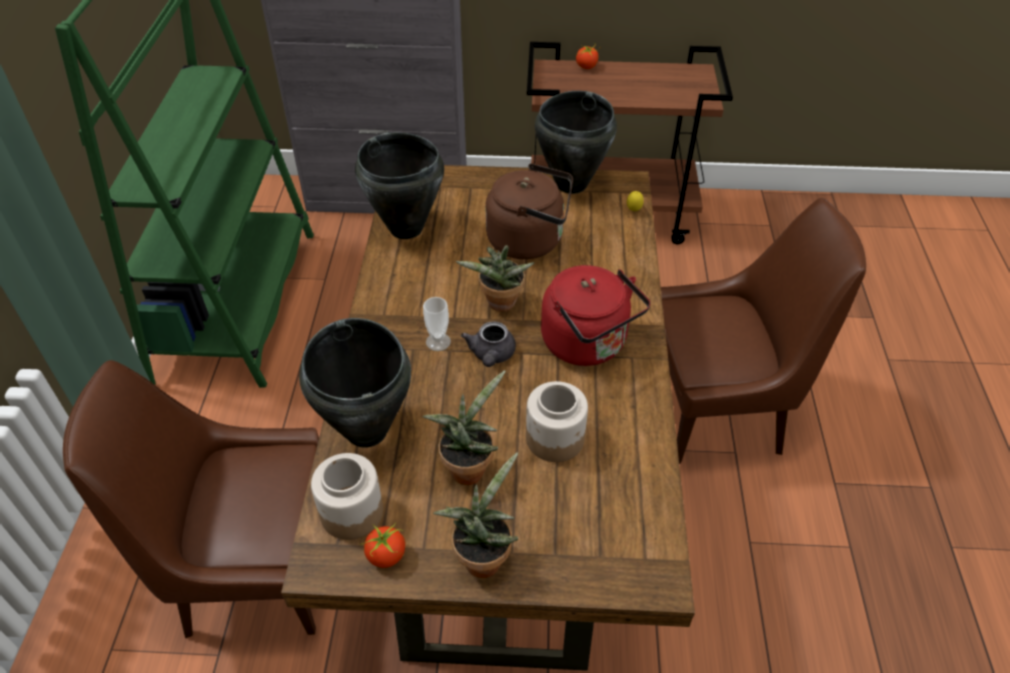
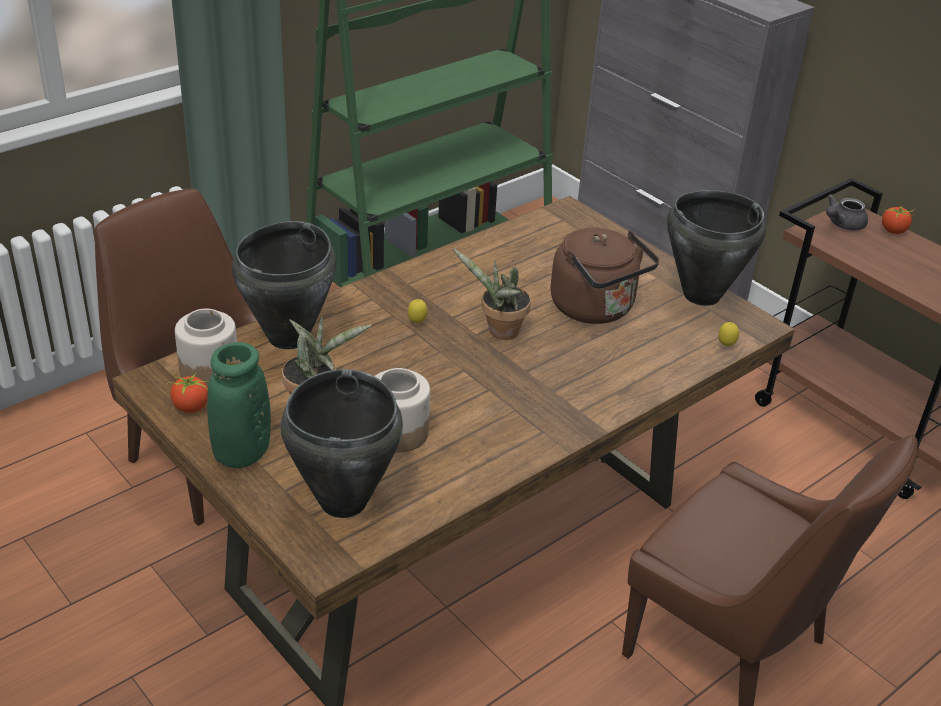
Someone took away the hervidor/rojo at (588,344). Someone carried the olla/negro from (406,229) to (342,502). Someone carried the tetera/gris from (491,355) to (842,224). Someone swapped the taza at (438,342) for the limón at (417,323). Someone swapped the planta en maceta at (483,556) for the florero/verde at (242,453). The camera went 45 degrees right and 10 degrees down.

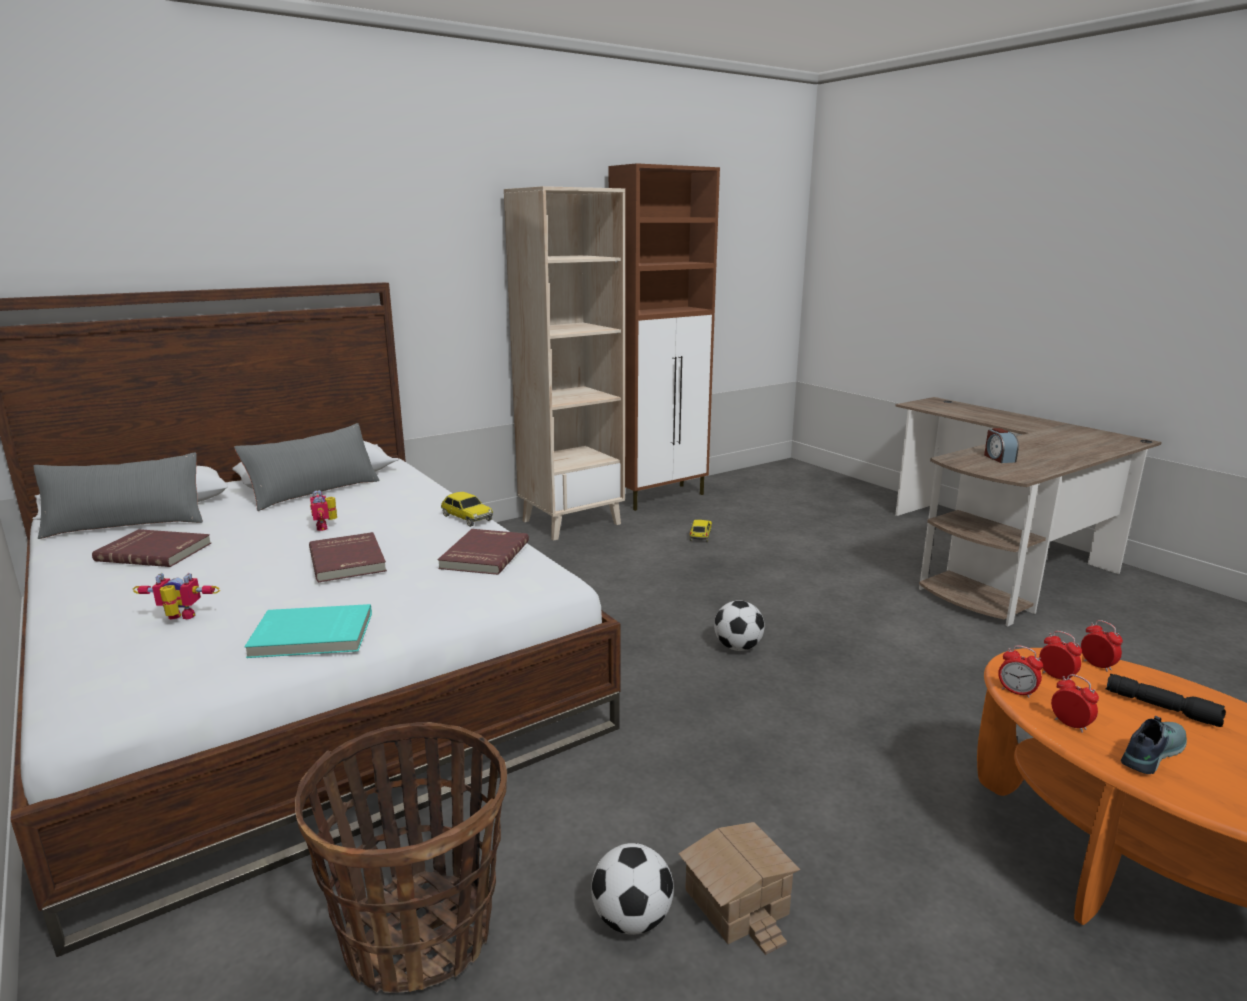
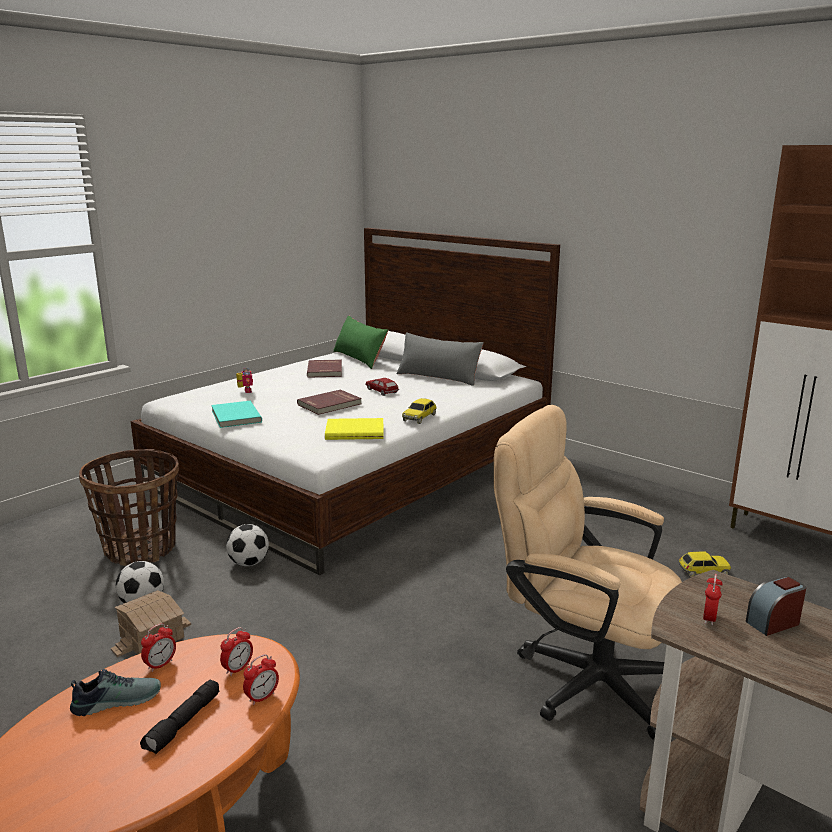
Someone took away the estantería/beis at (571,522). Someone put down the silla de oficina/beis at (582,676). Someone carried the balón de fútbol from (738,647) to (249,563). Someone carried the despertador from (1016,692) to (709,618). Someone swapped the robot de juguete at (326,526) for the coche de juguete at (381,391). Someone repainted the cojín/gris at (126,524), which became the cojín/verde at (359,358). Someone repainted the libro/rojo at (483,555), which became the libro/amarillo at (355,431). Someone rotated the zapato at (1149,752) by 60 degrees counterclockwise. The camera went 75 degrees right and 0 degrees up.

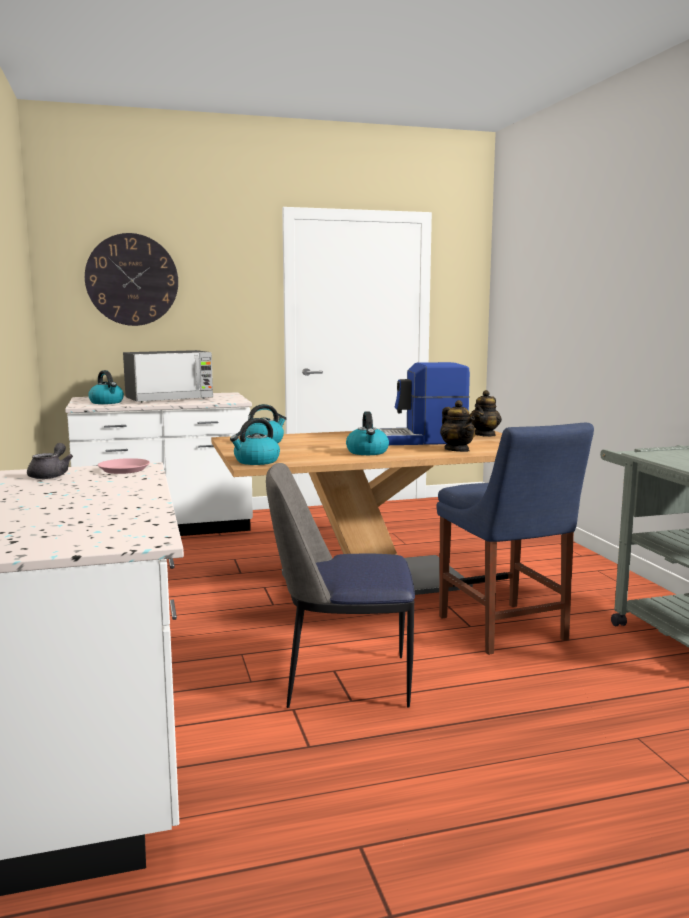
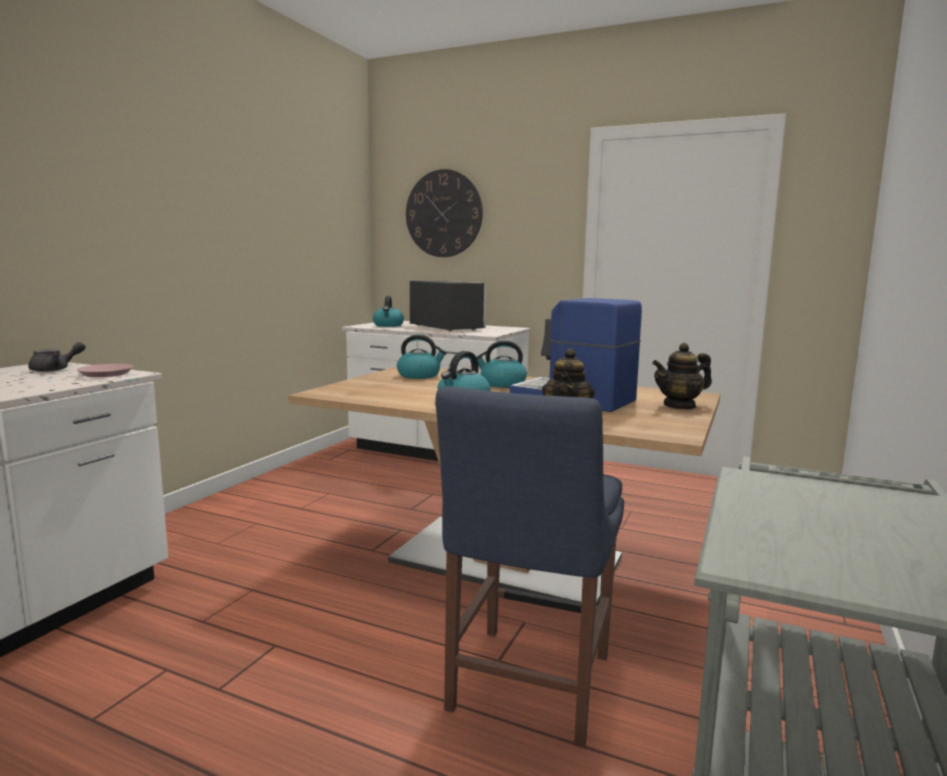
Someone took away the silla at (342,680). Someone carried the hervidor from (256,461) to (502,384). Someone rotated the microondas at (170,399) by 135 degrees counterclockwise. The camera went 40 degrees right and 0 degrees up.

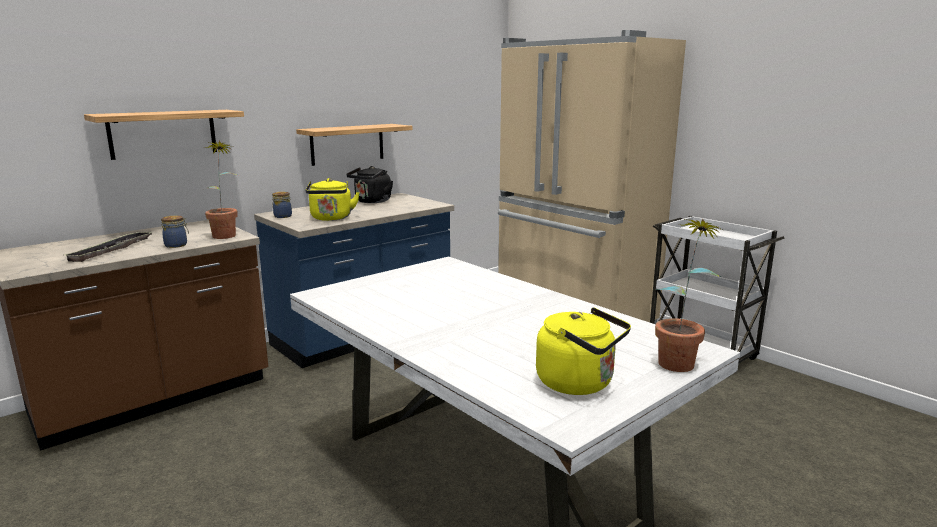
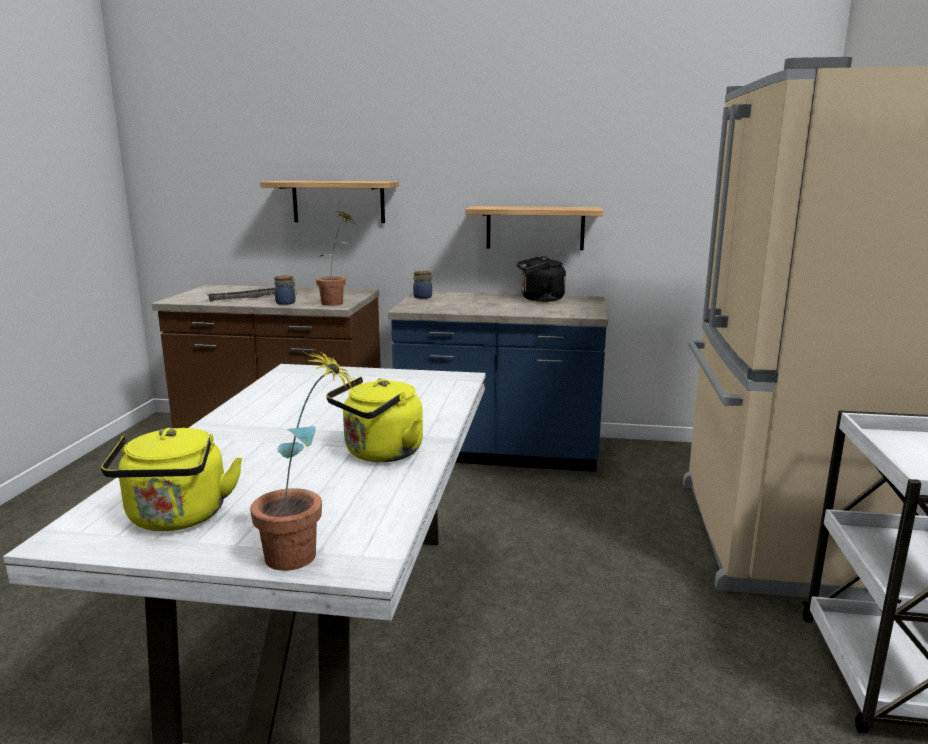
Someone carried the hervidor/amarillo from (331,218) to (380,454). The camera went 50 degrees right and 0 degrees up.

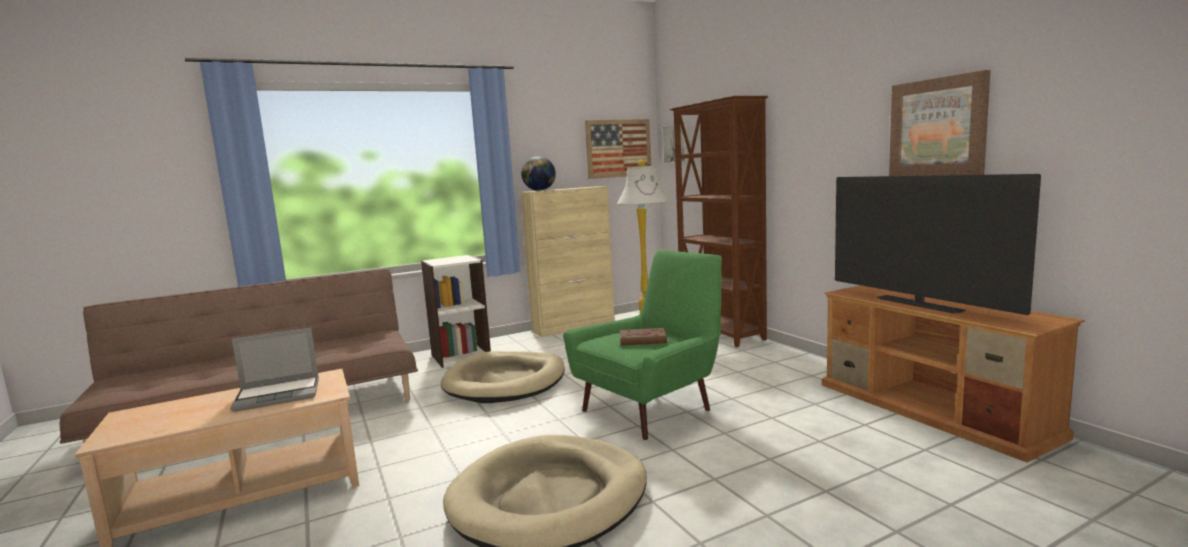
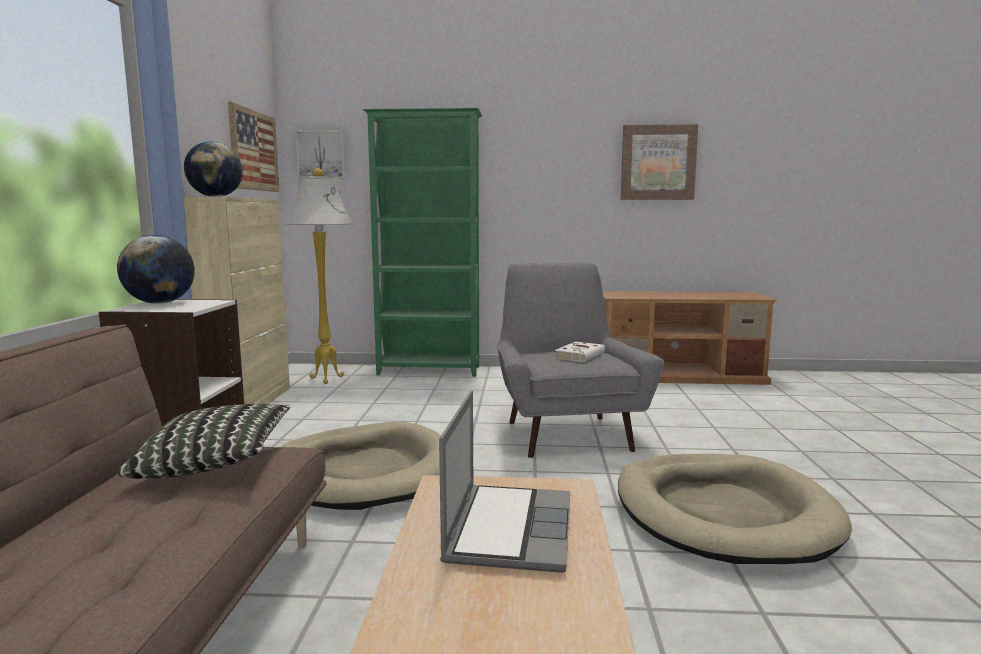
Someone took away the televisor at (918,304). Someone put down the globo terráqueo at (160,303). Someone put down the cojín at (215,464). Someone repainted the sillón/verde at (652,407), which became the sillón/gris at (566,432). Someone repainted the libro/marrón at (644,340), which became the libro/blanco at (580,355). Someone repainted the estantería/marrón at (721,333), which became the estantería/verde at (429,371). The camera went 60 degrees left and 0 degrees up.

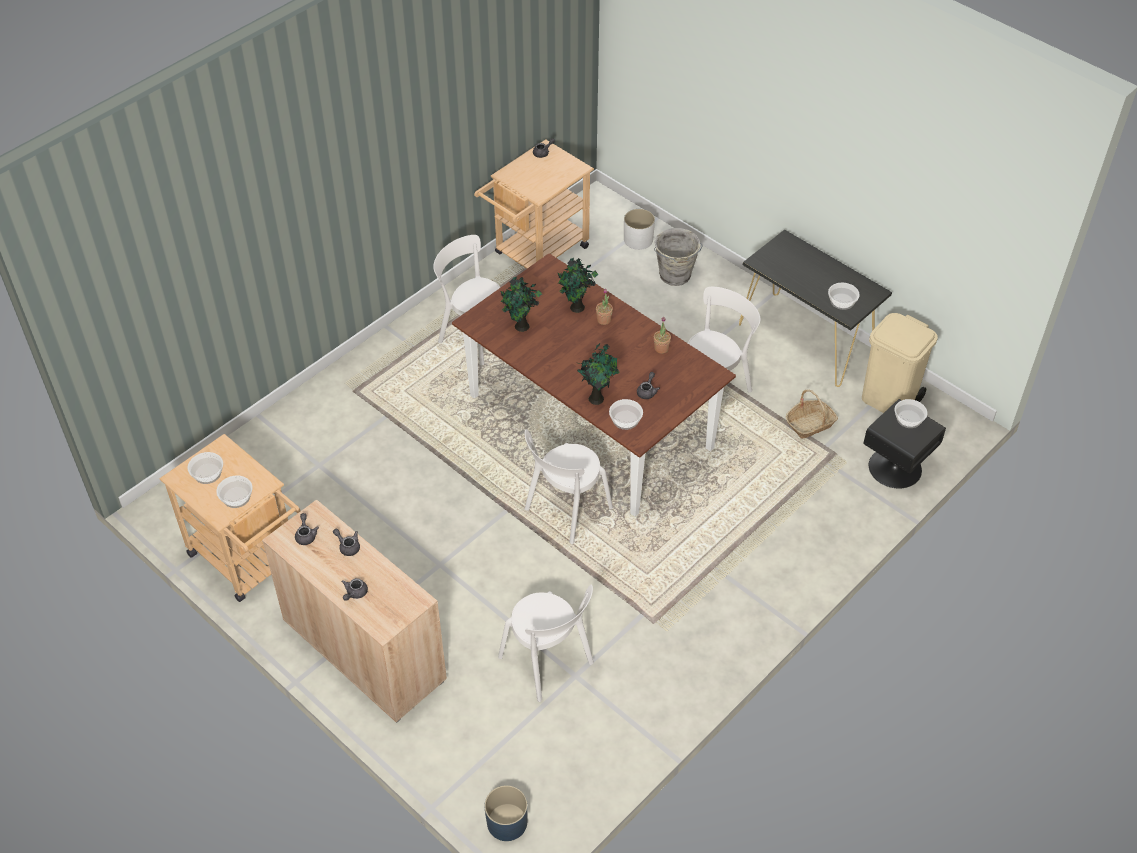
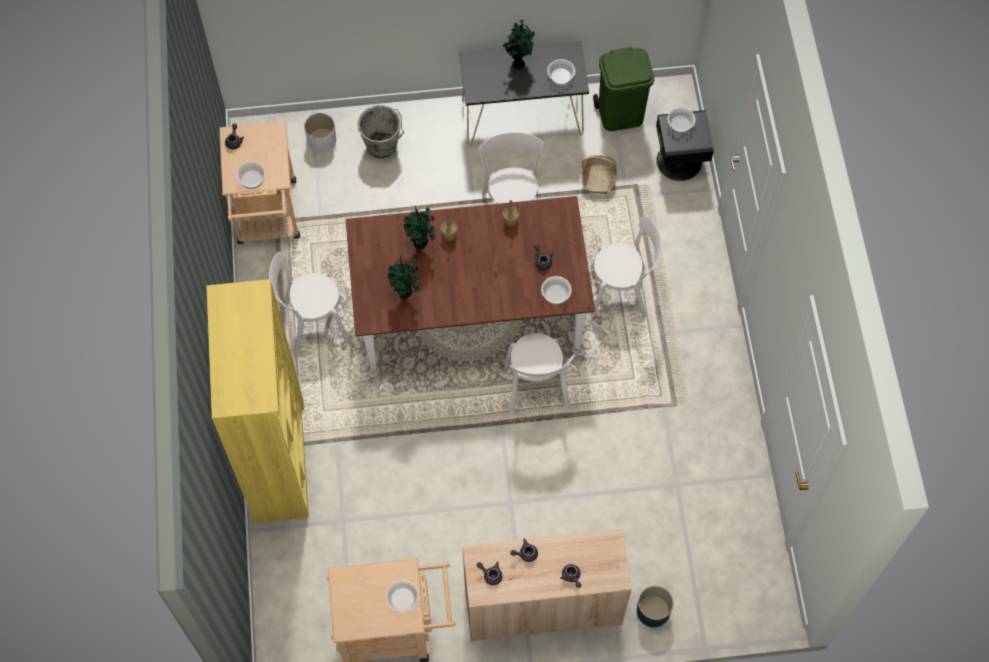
Someone put down the estantería/amarillo at (279,460). Someone carried the cuenco from (207,473) to (252,179). Someone carried the maceta/azul from (507,822) to (653,611). Someone carried the silla/blanco from (548,663) to (622,291). Someone carried the planta en maceta from (597,398) to (518,63). Someone repainted the papelera/beis at (889,399), which became the papelera/verde at (621,114). The camera went 50 degrees left and 15 degrees up.

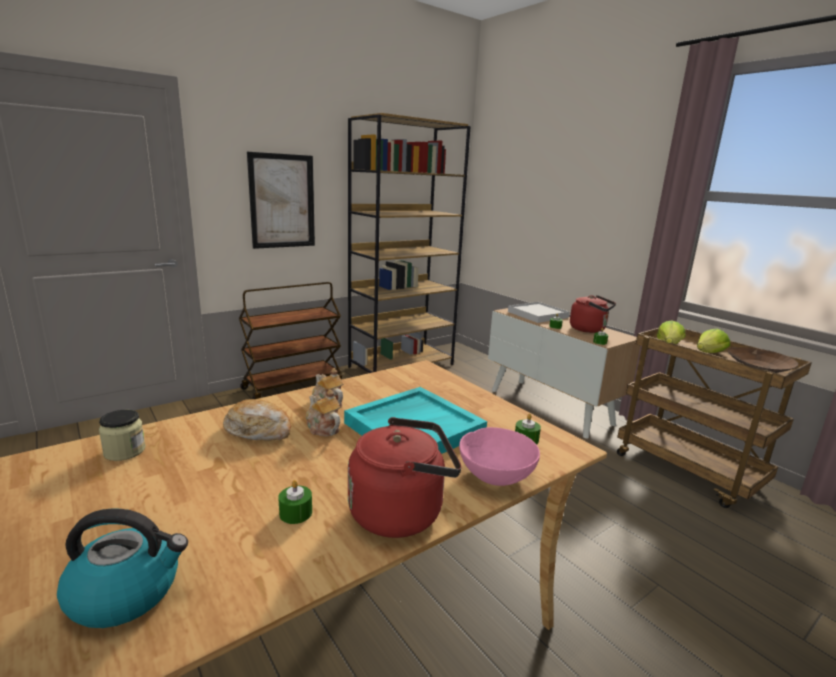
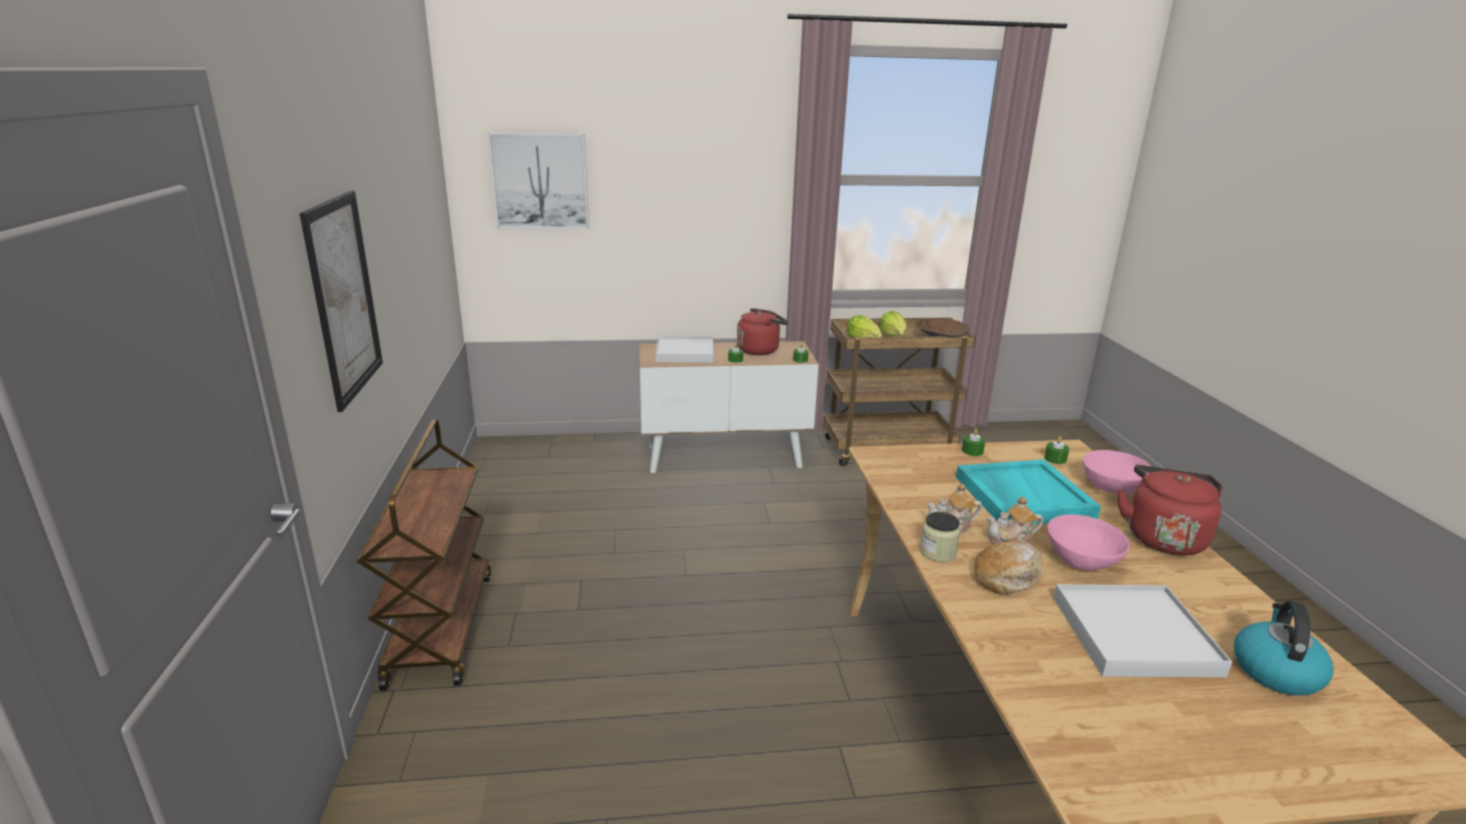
Someone took away the estantería/marrón at (402,365). Someone put up the cuadro at (540,181). Someone put down the cuenco/rosa at (1081,561). Someone put down the bandeja/blanco at (1133,635). Someone carried the tarro from (125,451) to (937,552). Someone carried the vela/verde from (296,513) to (972,451). The camera went 60 degrees left and 5 degrees up.

